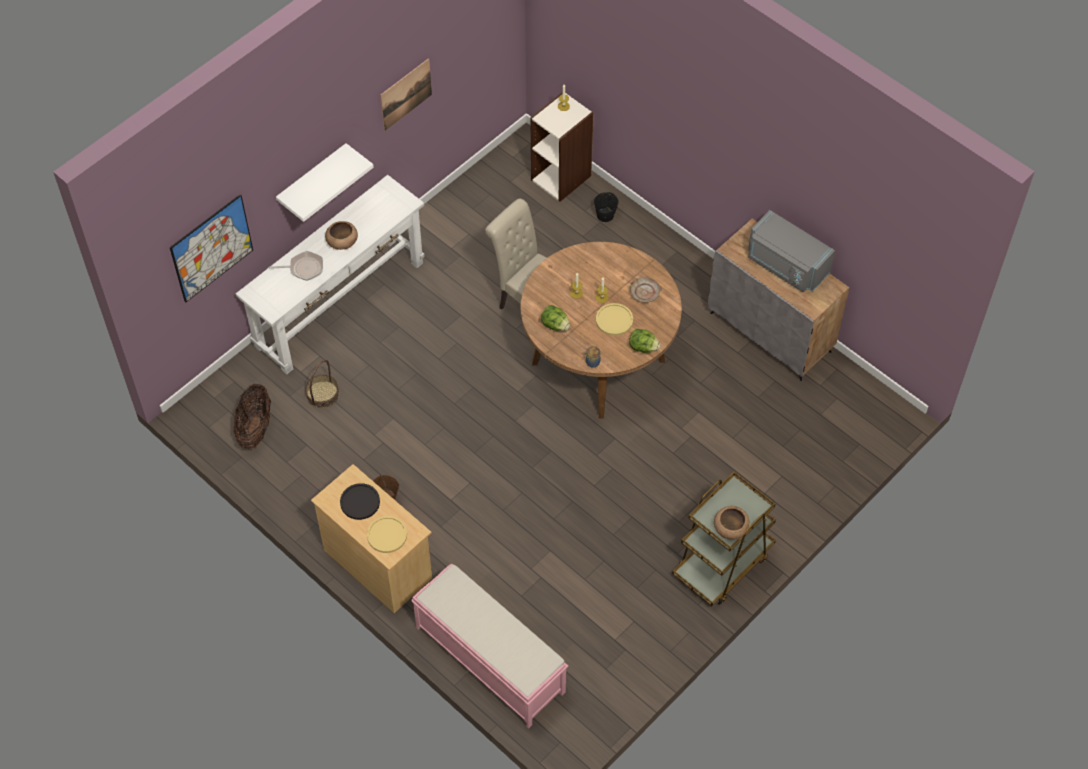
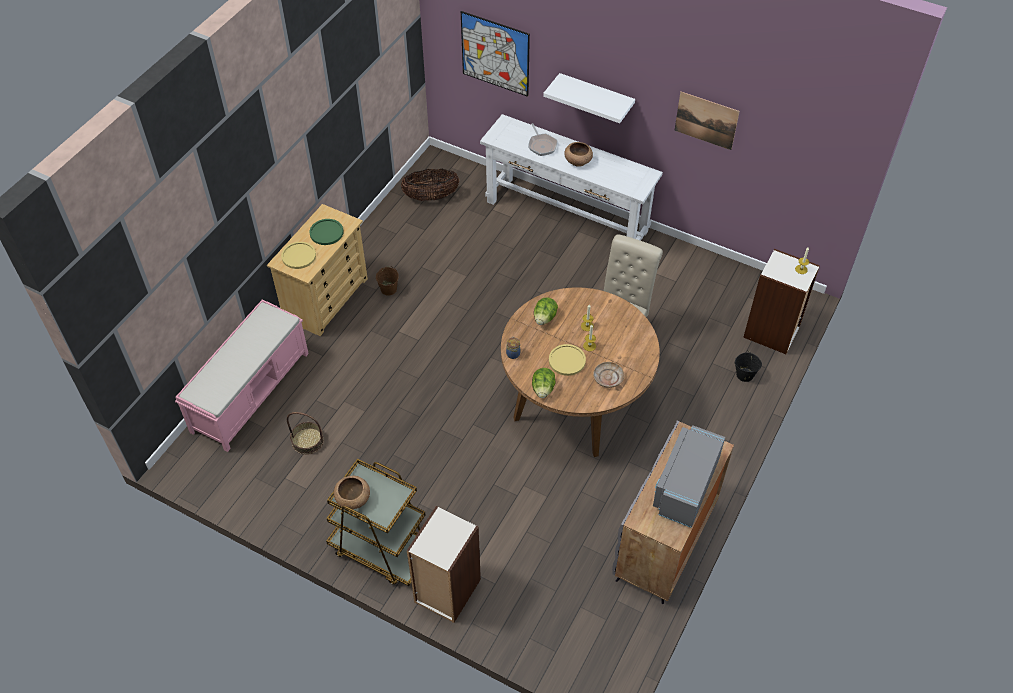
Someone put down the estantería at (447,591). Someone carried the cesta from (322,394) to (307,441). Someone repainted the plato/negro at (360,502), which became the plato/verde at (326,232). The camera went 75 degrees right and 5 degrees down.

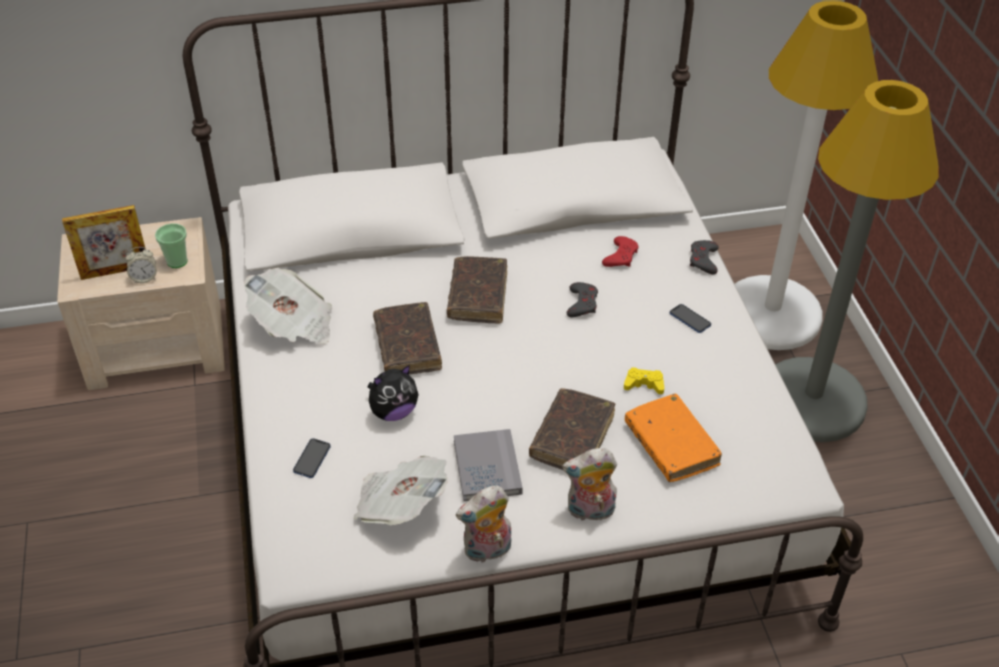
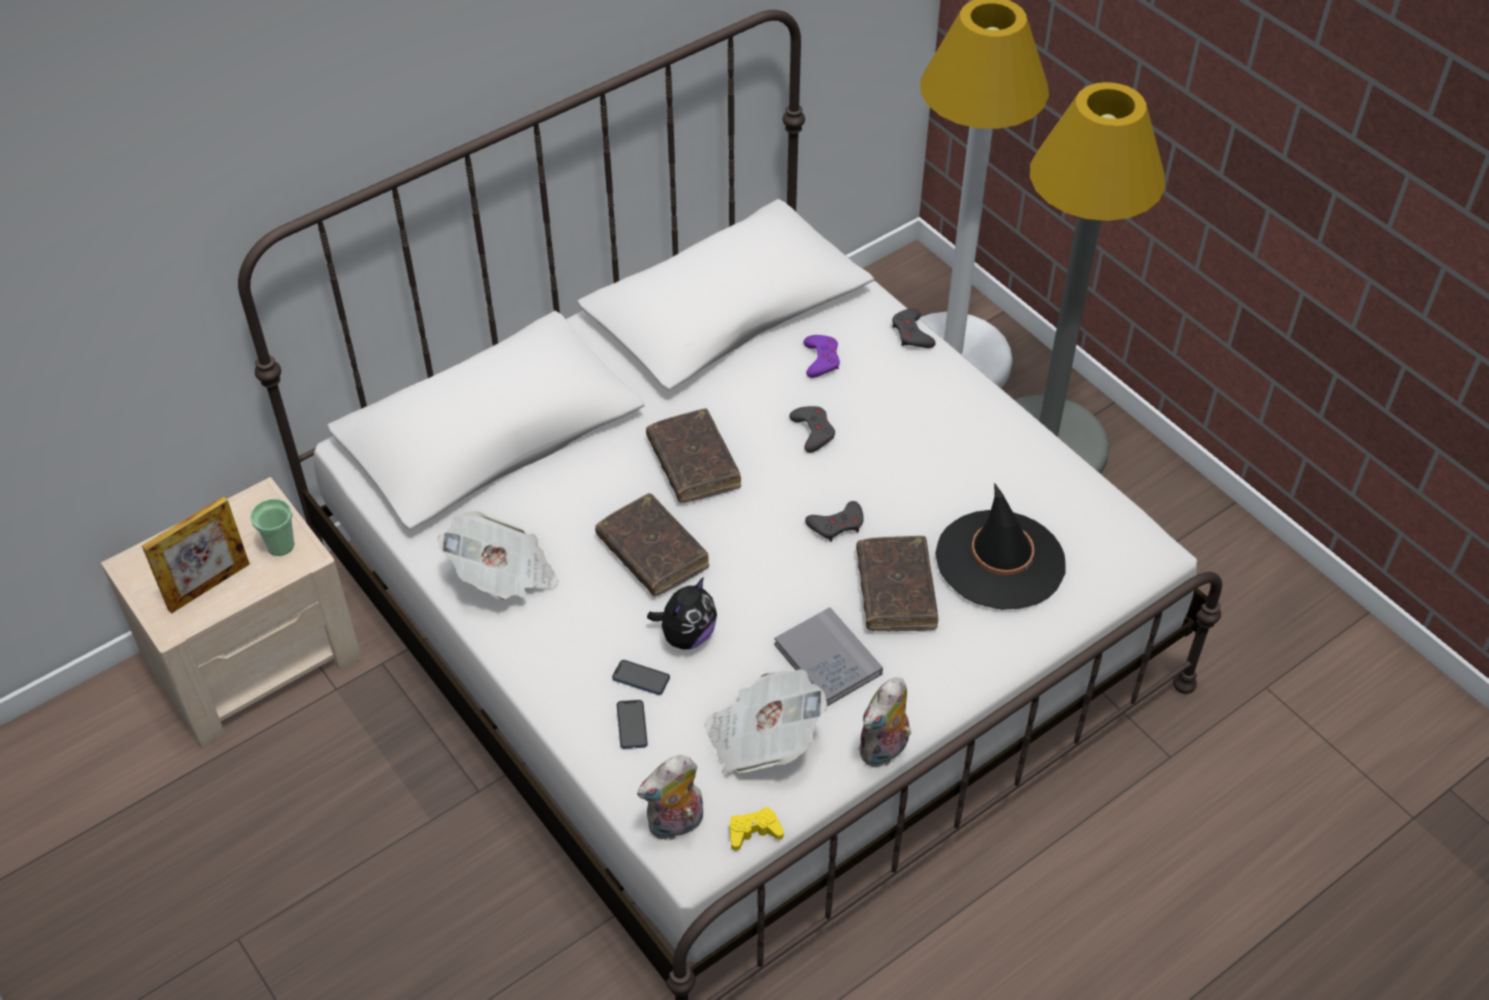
Someone took away the despertador at (144,278). Someone put down the mando de consola/gris at (837,525). Someone carried the peluche from (589,511) to (675,825). Someone carried the mando de consola/amarillo from (644,384) to (754,832). Someone carried the móvil from (690,319) to (641,678). Someone swapped the libro/naranja at (671,445) for the sombrero/negro at (1000,560). Someone repainted the mando de consola/rojo at (621,256), which became the mando de consola/morado at (821,359). The camera went 25 degrees left and 5 degrees up.

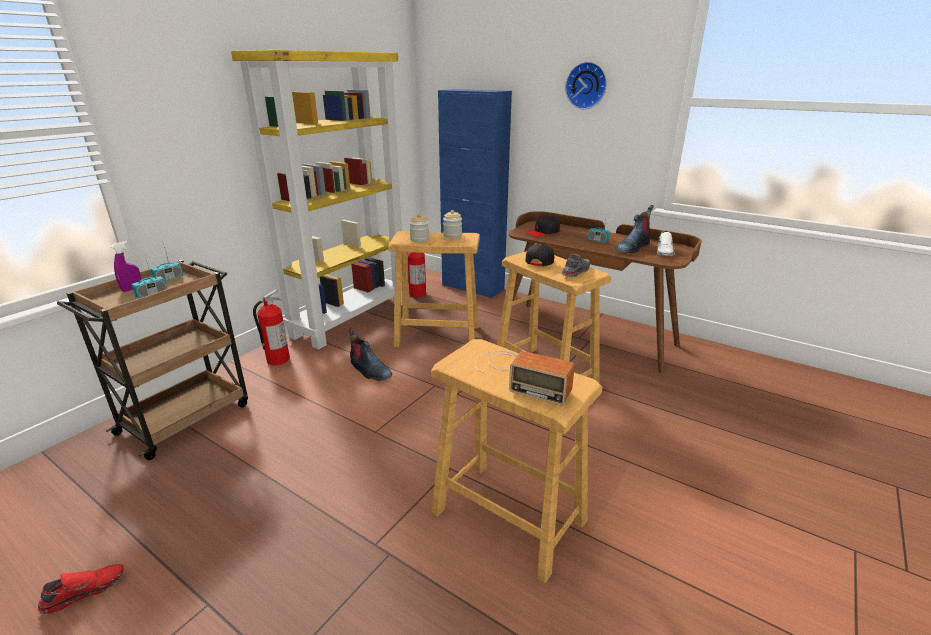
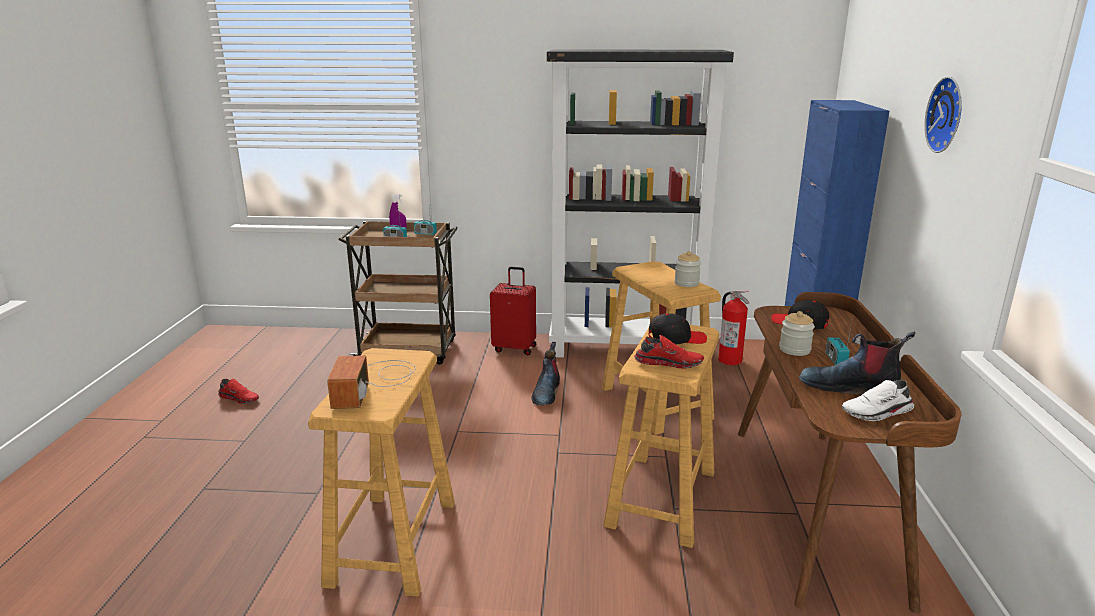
Someone carried the tarro from (419,239) to (794,350). Someone swapped the extintor at (277,360) for the maleta/rojo at (515,348). Someone repainted the estantería/amarillo at (351,318), which became the estantería/negro at (626,348). Someone repainted the zapato/gris at (574,272), which became the zapato/rojo at (668,362). The camera went 60 degrees right and 5 degrees down.

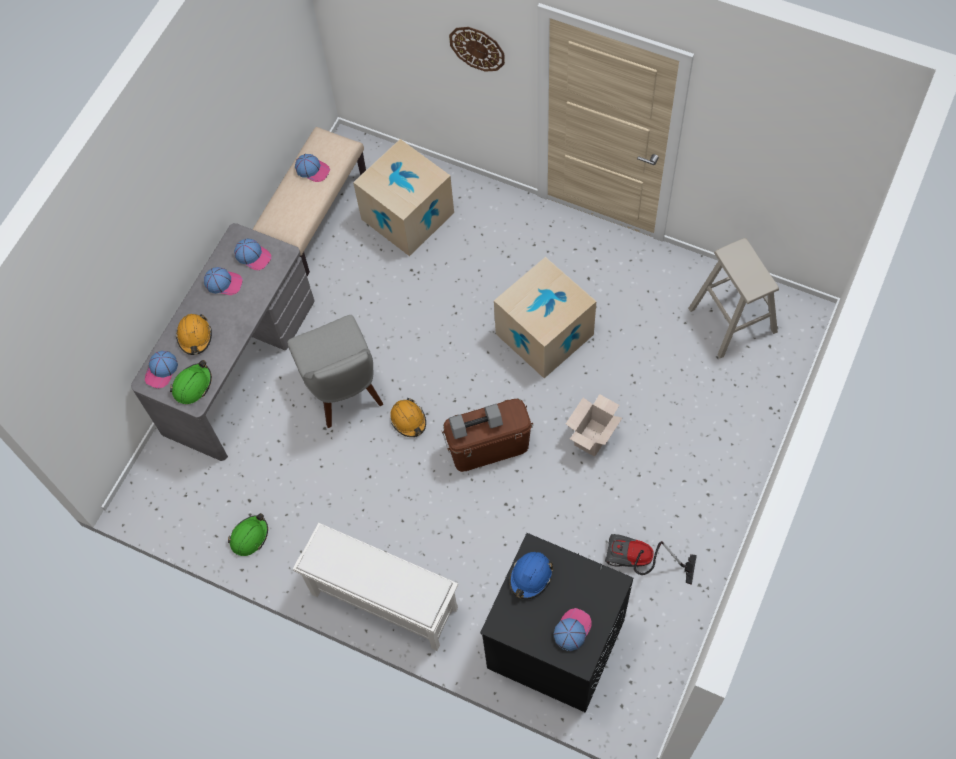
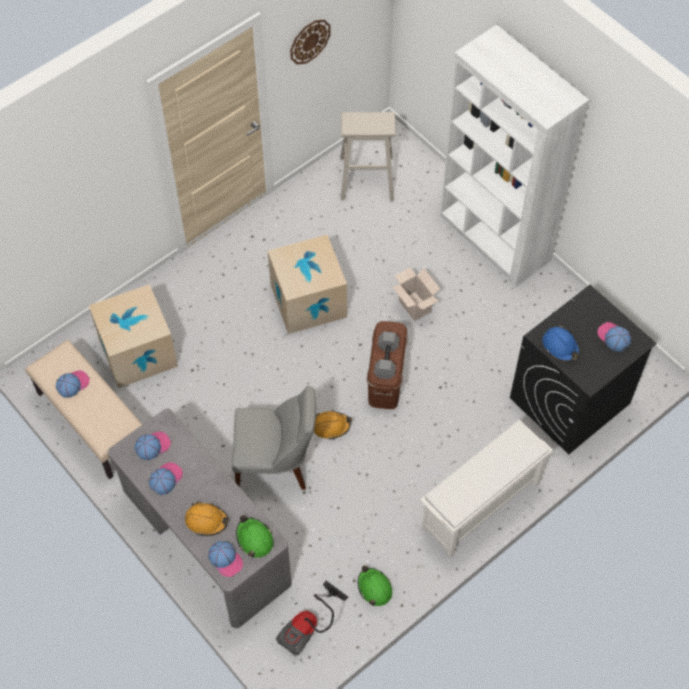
Someone put down the estantería/blanco at (494,238). Someone carried the reloj de pared from (477,48) to (309,41). Someone carried the aspiradora from (641,562) to (309,627). The camera went 70 degrees left and 5 degrees down.

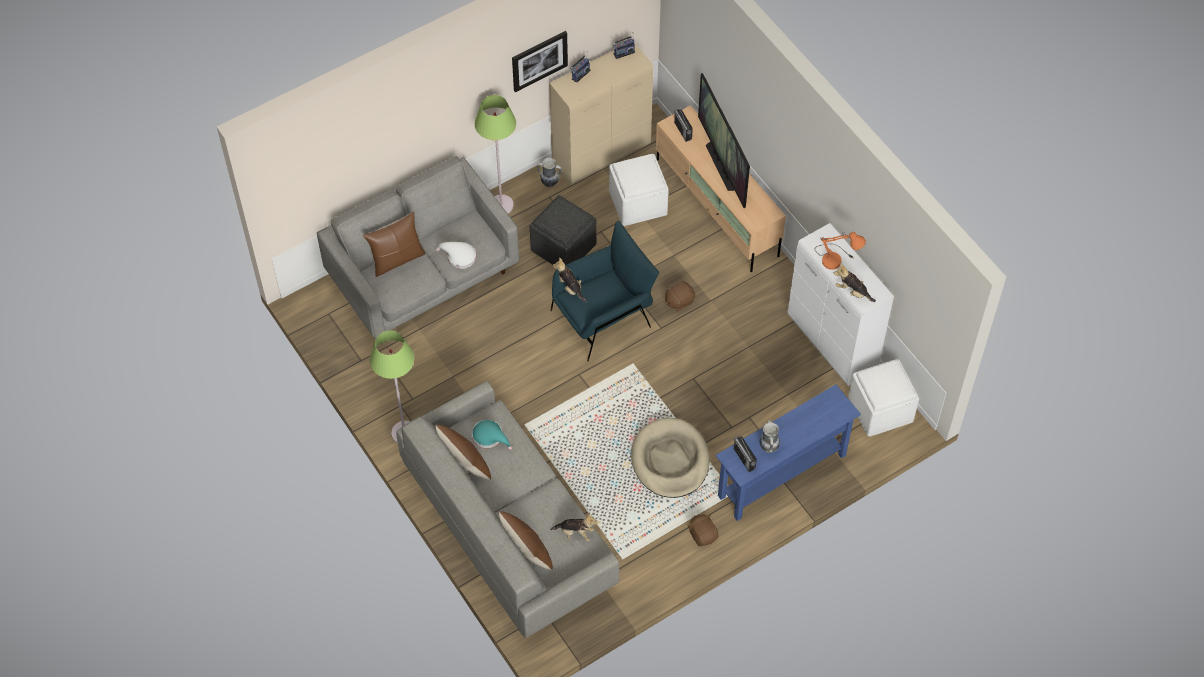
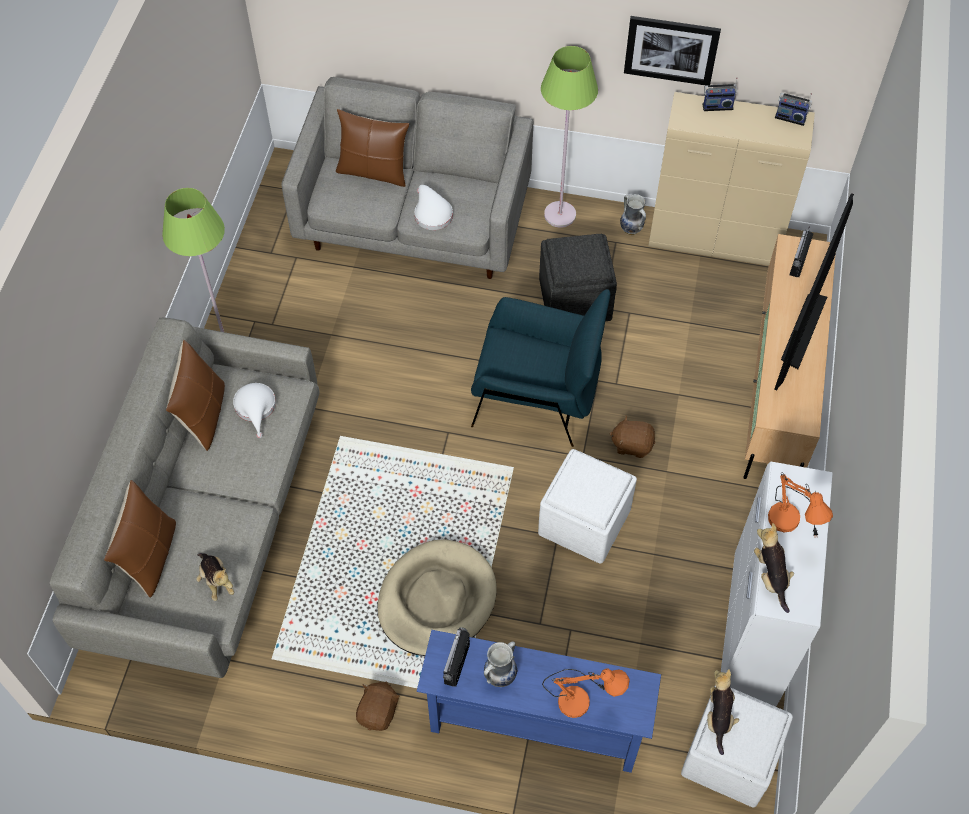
Someone put down the lámpara de mesa/naranja at (581,695). Someone carried the peluche from (570,288) to (718,716). Someone carried the puf/blanco from (638,203) to (584,522). Someone repainted the sombrero/turquesa at (489,437), which became the sombrero/blanco at (256,408). The camera went 45 degrees right and 0 degrees up.

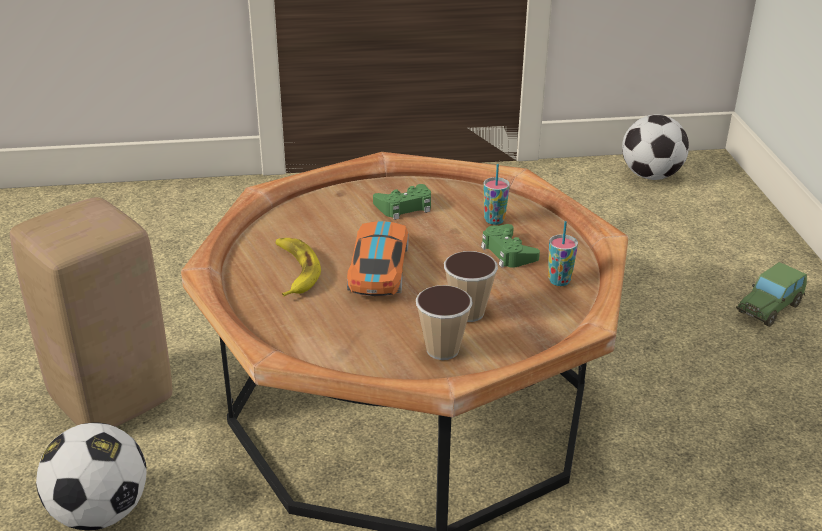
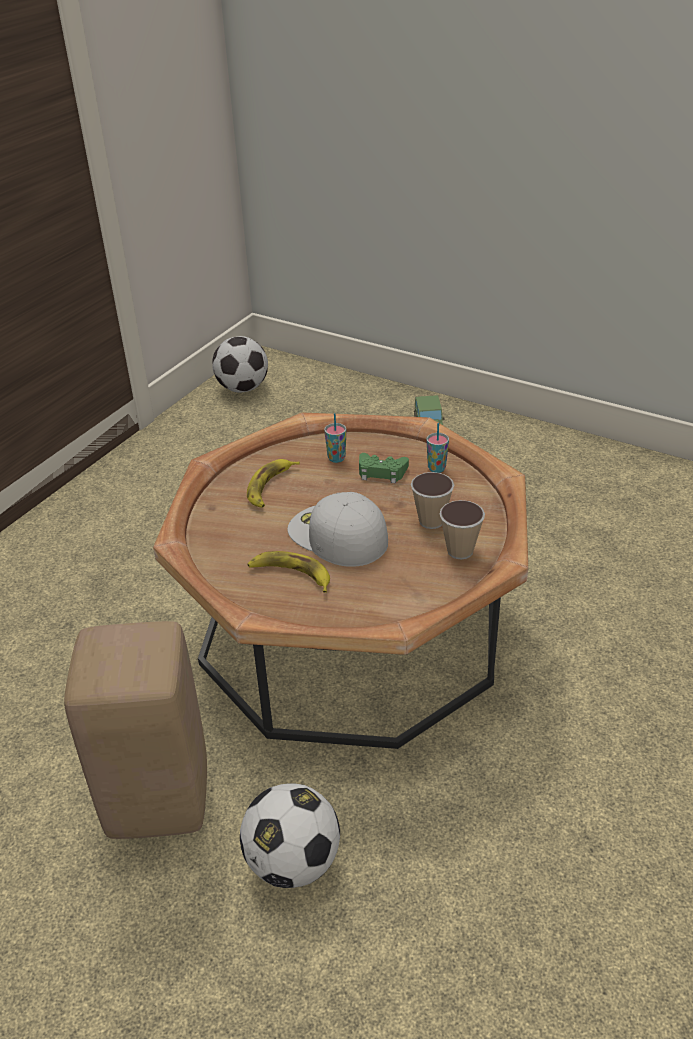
Someone swapped the coche de juguete at (378,269) for the gorra/blanco at (336,535). Someone swapped the mando de consola/verde at (405,207) for the plátano at (270,487). The camera went 50 degrees left and 5 degrees up.

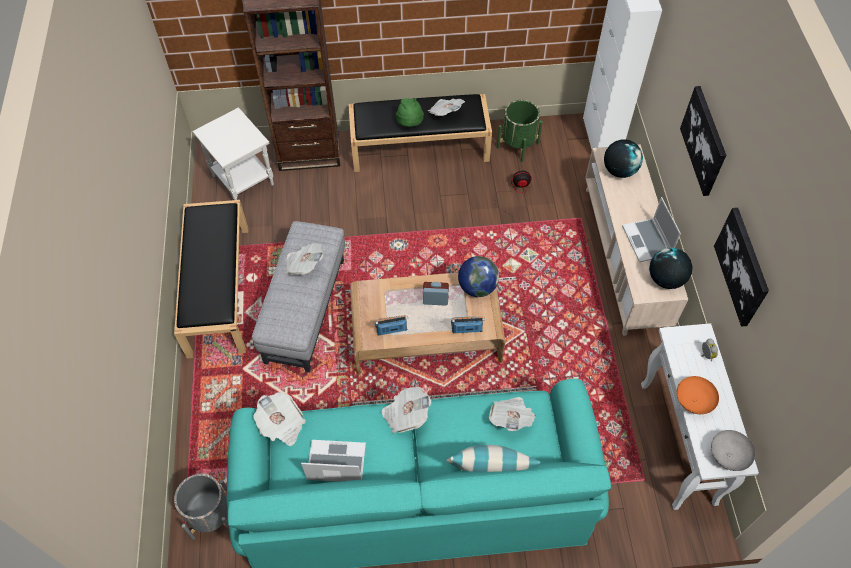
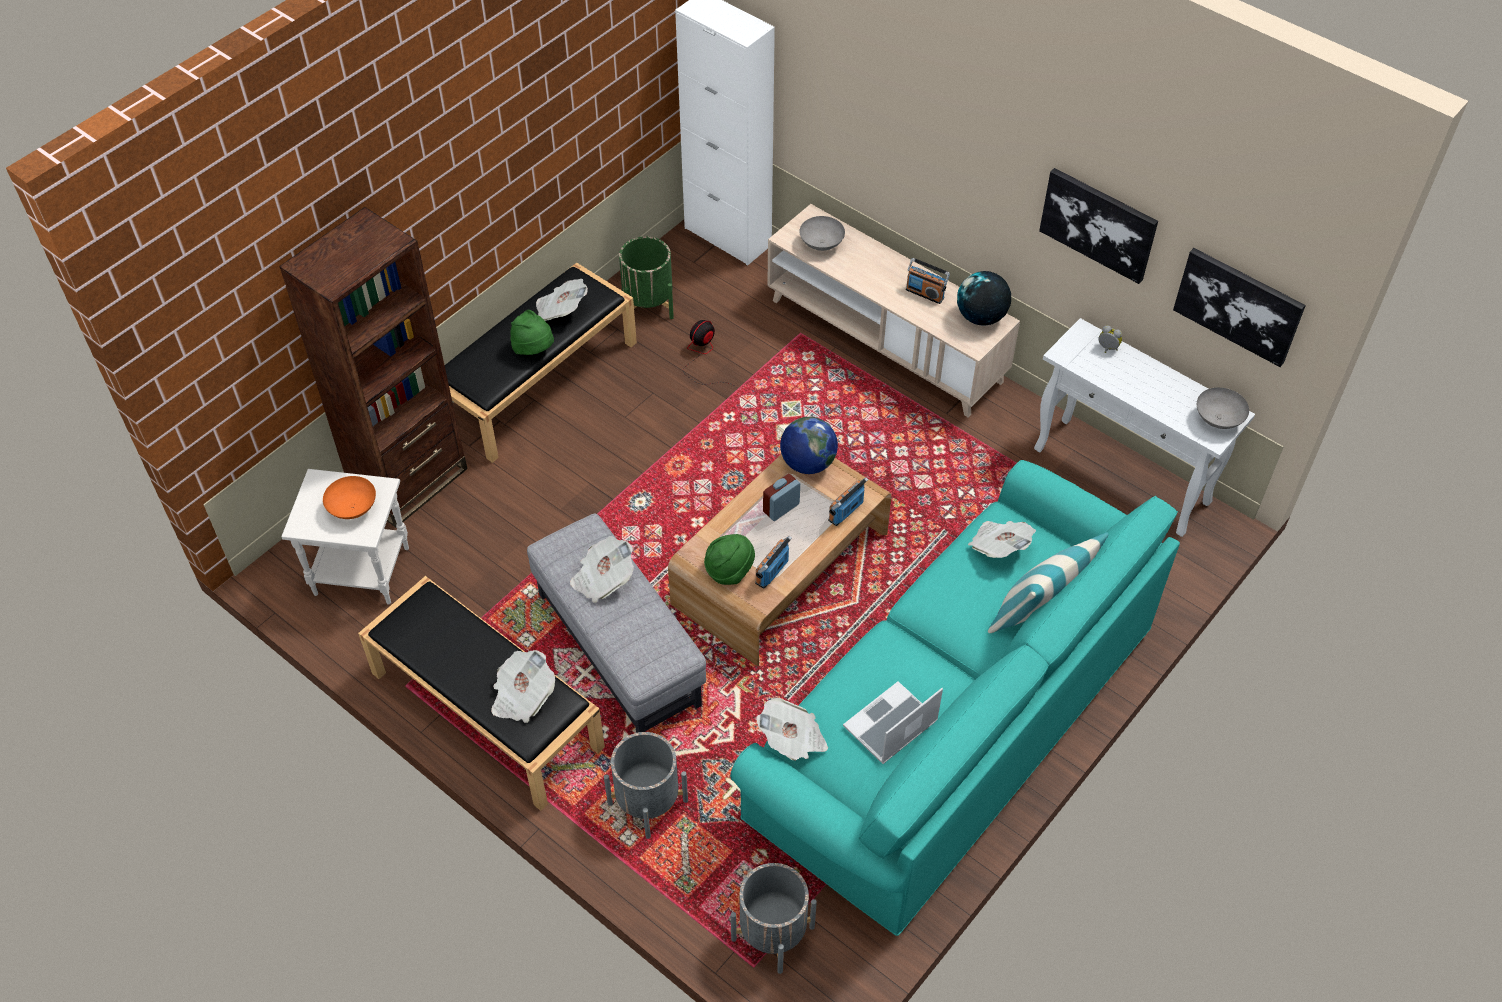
Someone put down the maceta/gris at (648,802). Someone put down the sombrero/verde at (729,570). Someone carried the periódico from (406,415) to (522,696). Someone carried the cuenco/naranja from (693,401) to (352,508). Someone carried the cuadro from (704,140) to (1239,305). Someone swapped the globo terráqueo at (619,170) for the cuenco/gris at (821,243). Someone swapped the portátil at (647,241) for the radio at (925,293). The camera went 45 degrees left and 5 degrees down.

